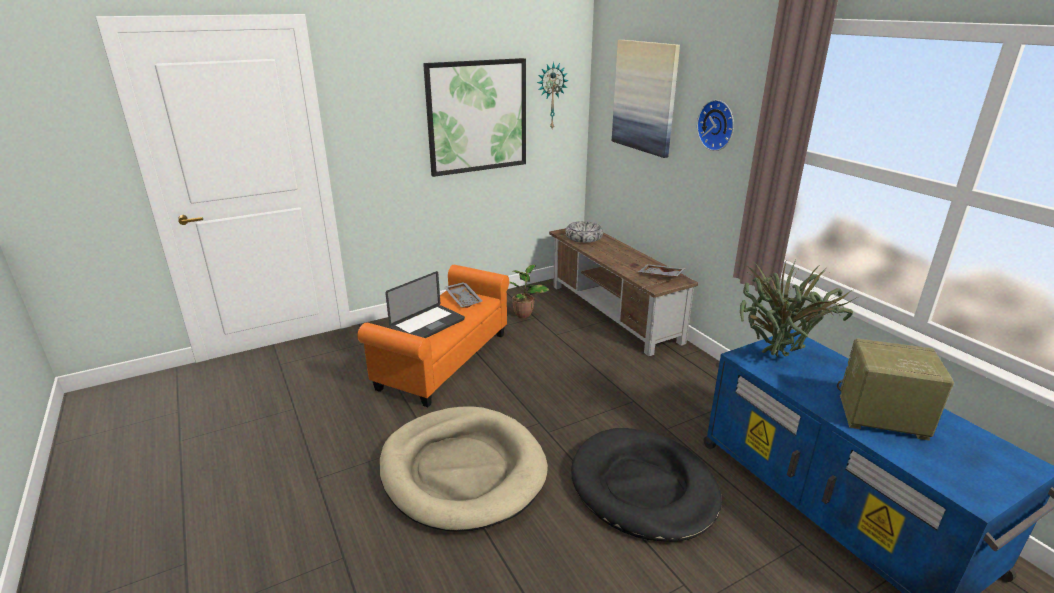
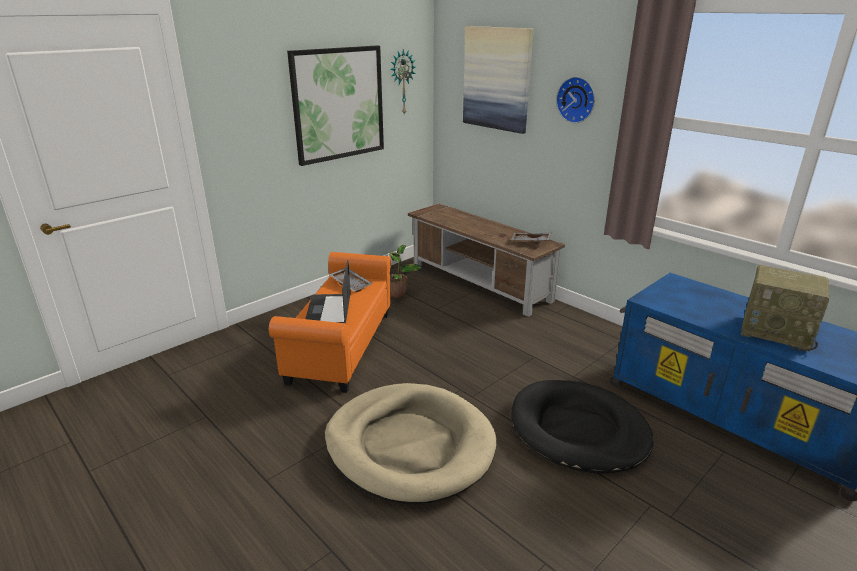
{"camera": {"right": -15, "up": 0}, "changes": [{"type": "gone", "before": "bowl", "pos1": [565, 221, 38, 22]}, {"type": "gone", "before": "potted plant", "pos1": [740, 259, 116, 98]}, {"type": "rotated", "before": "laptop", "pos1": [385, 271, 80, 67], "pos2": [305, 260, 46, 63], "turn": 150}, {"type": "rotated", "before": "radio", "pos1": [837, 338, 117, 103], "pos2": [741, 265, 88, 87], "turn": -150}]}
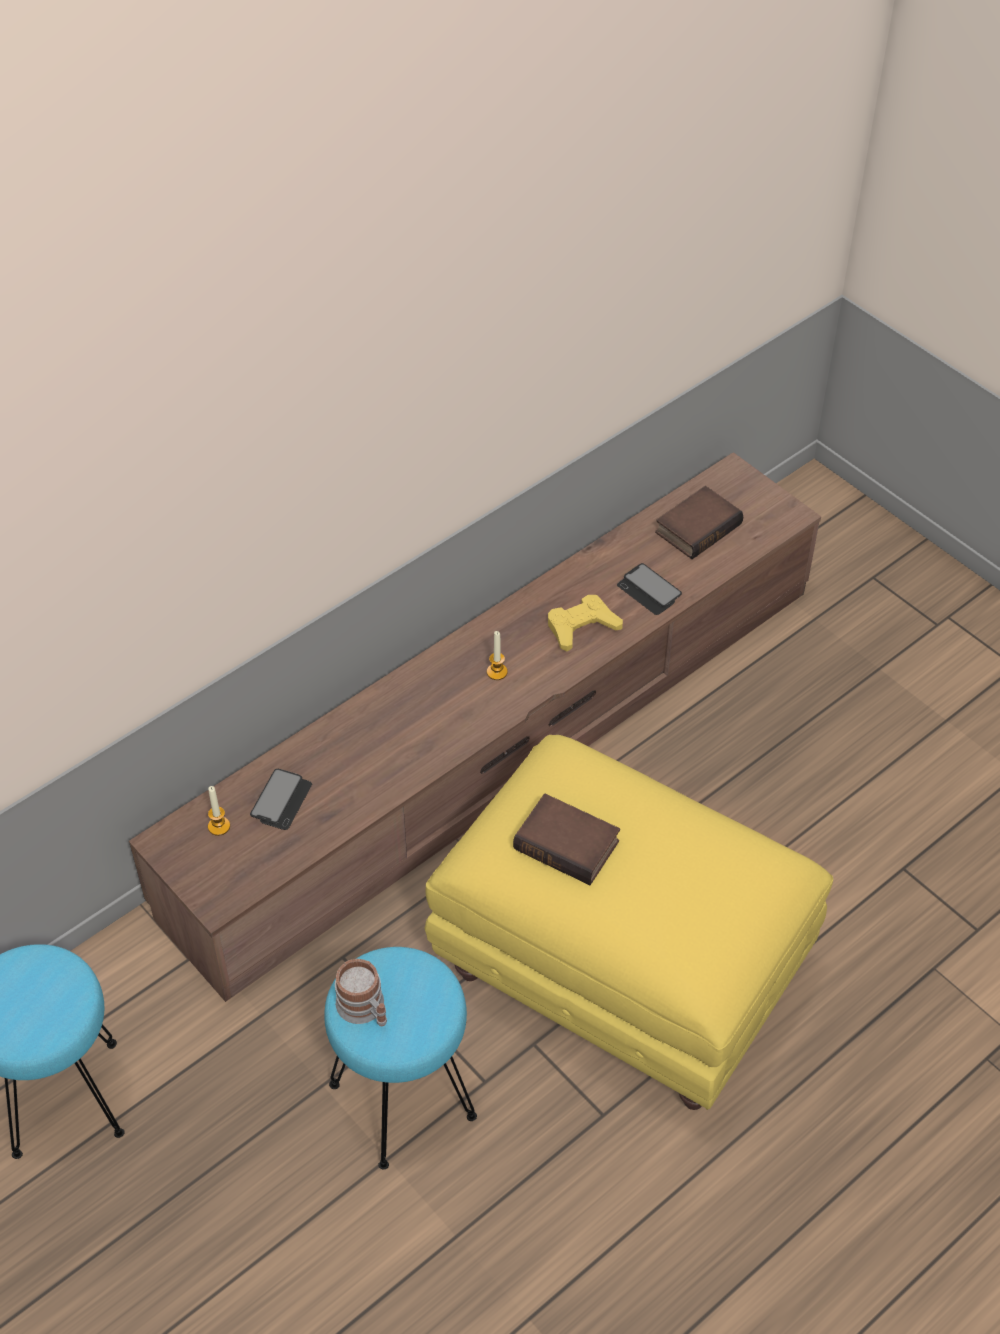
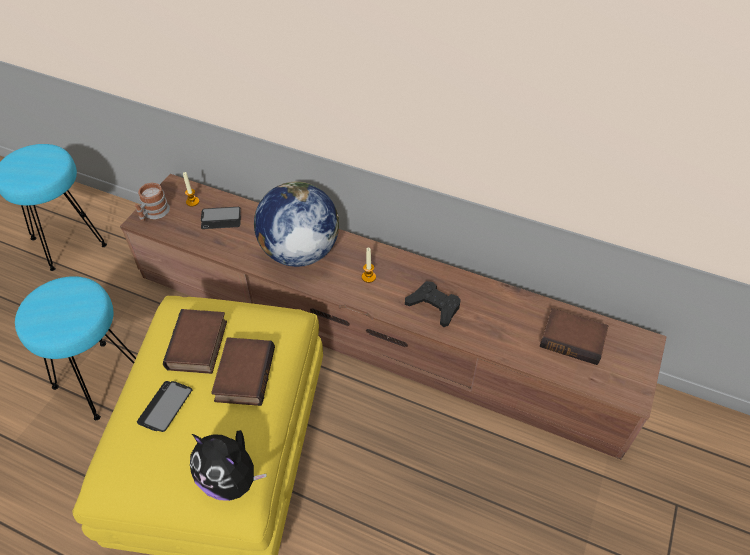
{"camera": {"right": 65, "up": 0}, "changes": [{"type": "shifted", "before": "phone", "pos1": [617, 563, 65, 52], "pos2": [137, 381, 55, 51]}, {"type": "repainted", "before": "game controller (yellow)", "after": "game controller (black)", "pos1": [548, 595, 75, 56], "pos2": [405, 281, 56, 46]}, {"type": "shifted", "before": "mug", "pos1": [335, 959, 52, 67], "pos2": [135, 183, 35, 38]}, {"type": "new", "after": "globe", "pos2": [254, 182, 85, 85]}, {"type": "new", "after": "book", "pos2": [211, 337, 64, 69]}, {"type": "new", "after": "plush toy", "pos2": [190, 430, 76, 71]}]}
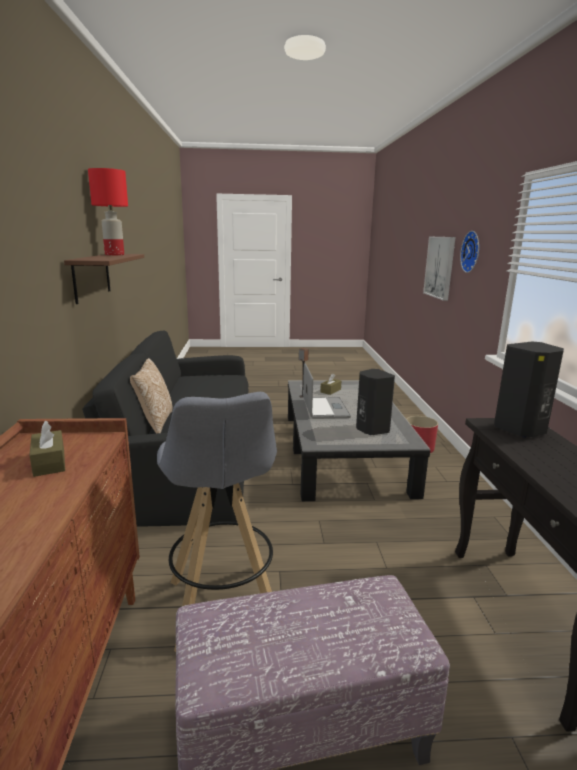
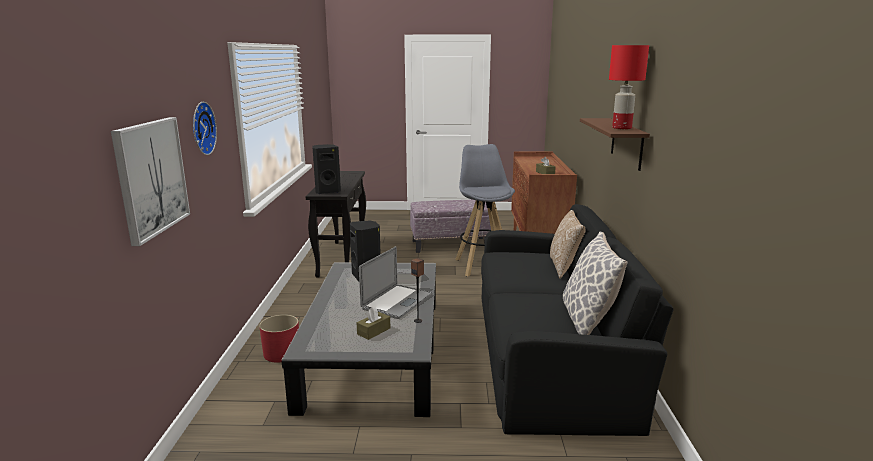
{"camera": {"right": -175, "up": 0}, "changes": [{"type": "rotated", "before": "laptop", "pos1": [303, 363, 48, 56], "pos2": [359, 246, 73, 73], "turn": -150}, {"type": "new", "after": "pillow", "pos2": [563, 232, 65, 103]}]}
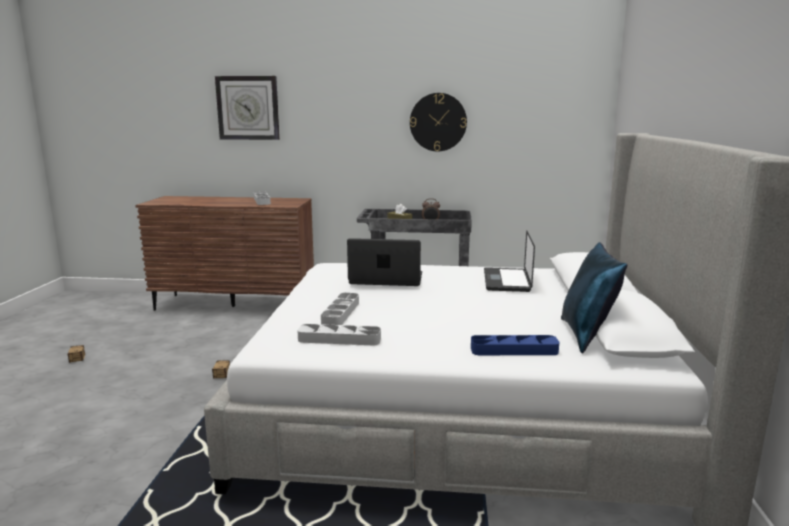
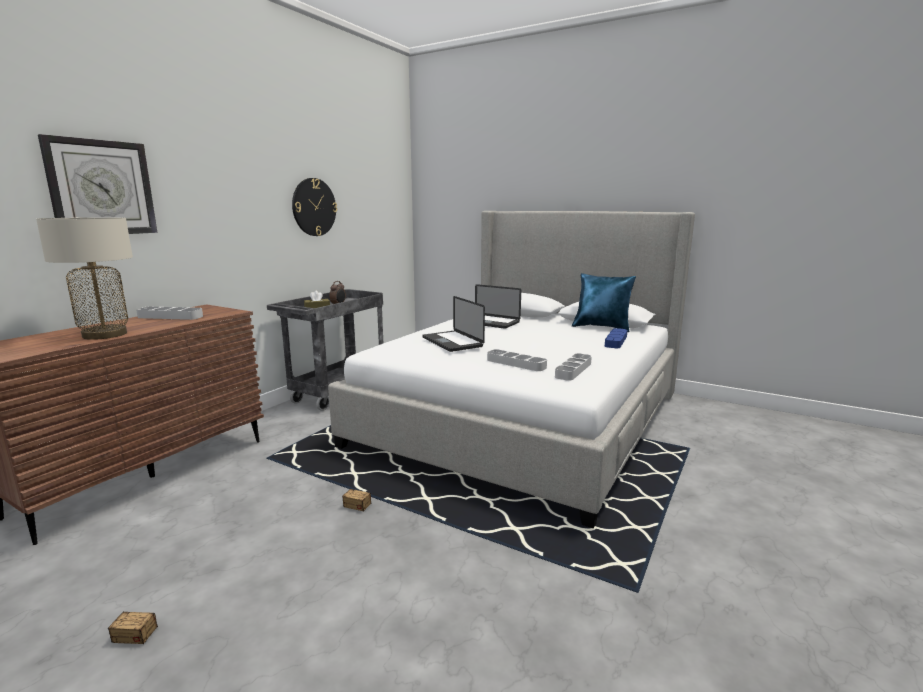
{"camera": {"right": -65, "up": 0}, "changes": [{"type": "rotated", "before": "laptop", "pos1": [347, 238, 75, 48], "pos2": [422, 296, 63, 56], "turn": -60}, {"type": "new", "after": "table lamp", "pos2": [36, 217, 97, 123]}]}
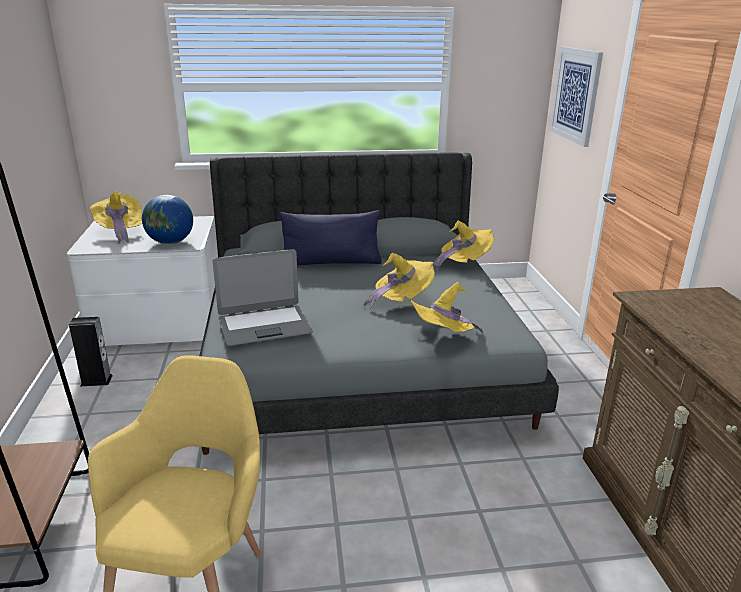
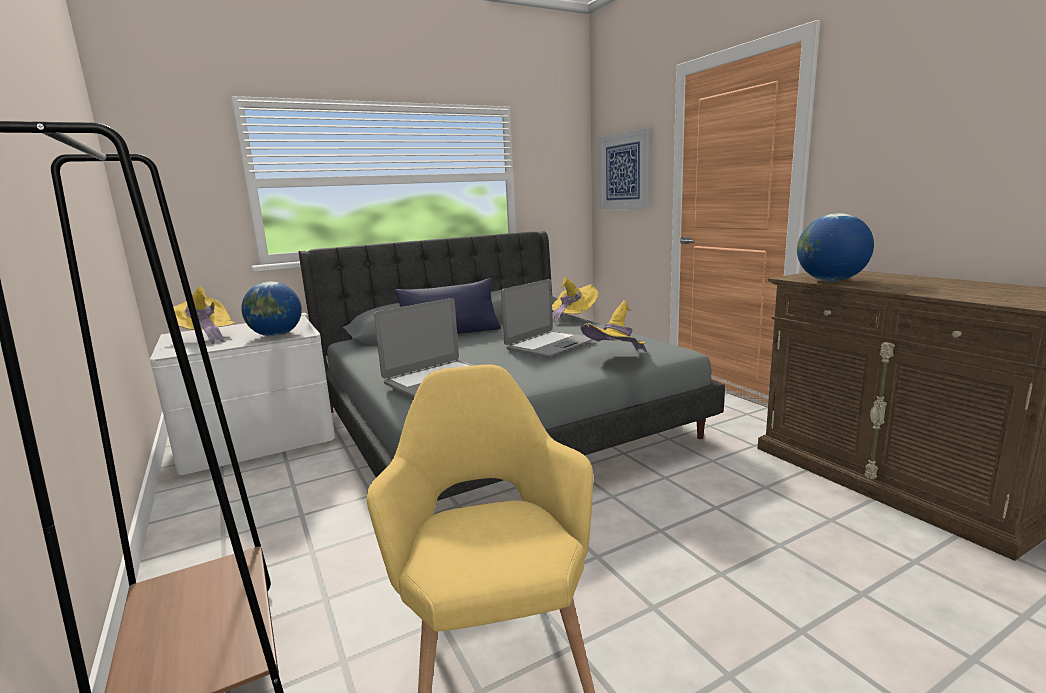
{"camera": {"right": -20, "up": -10}, "changes": [{"type": "swapped", "before": "hat (yellow)", "after": "laptop", "pos1": [364, 253, 71, 57], "pos2": [501, 279, 92, 78]}, {"type": "gone", "before": "speaker", "pos1": [69, 317, 44, 69]}, {"type": "new", "after": "globe", "pos2": [797, 213, 77, 68]}]}
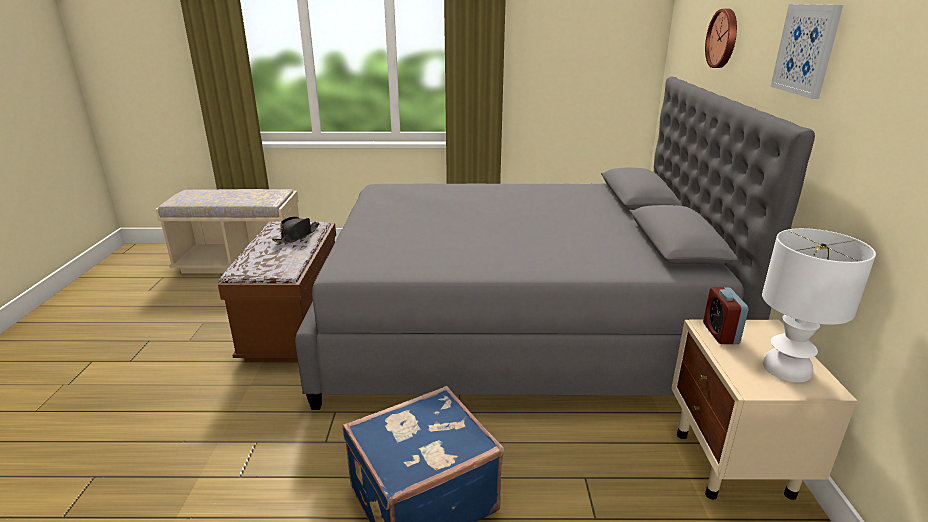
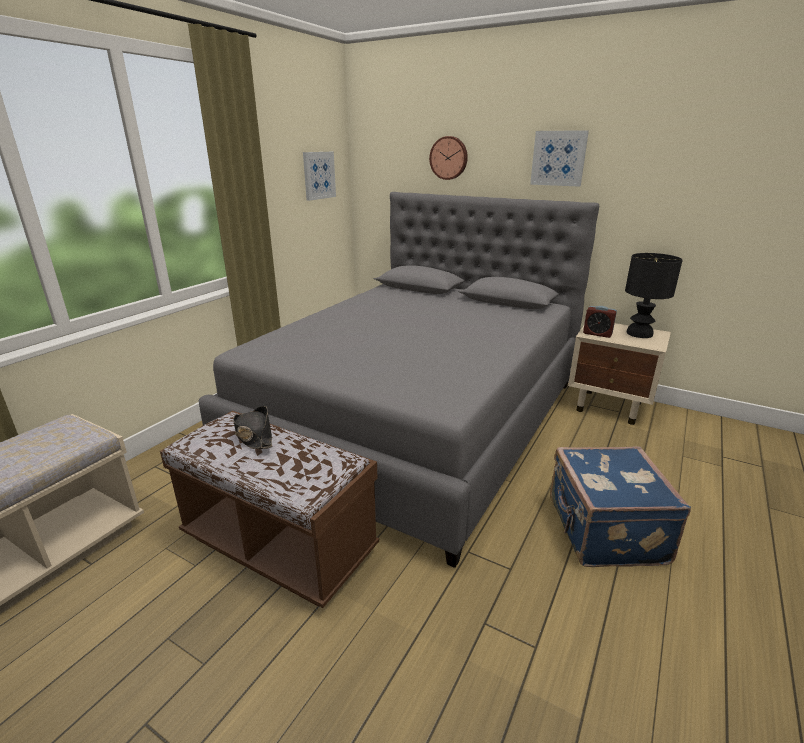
{"camera": {"right": -60, "up": 0}, "changes": [{"type": "repainted", "before": "table lamp (white)", "after": "table lamp (black)", "pos1": [762, 228, 114, 154], "pos2": [625, 253, 58, 85]}, {"type": "new", "after": "picture", "pos2": [303, 152, 33, 49]}]}
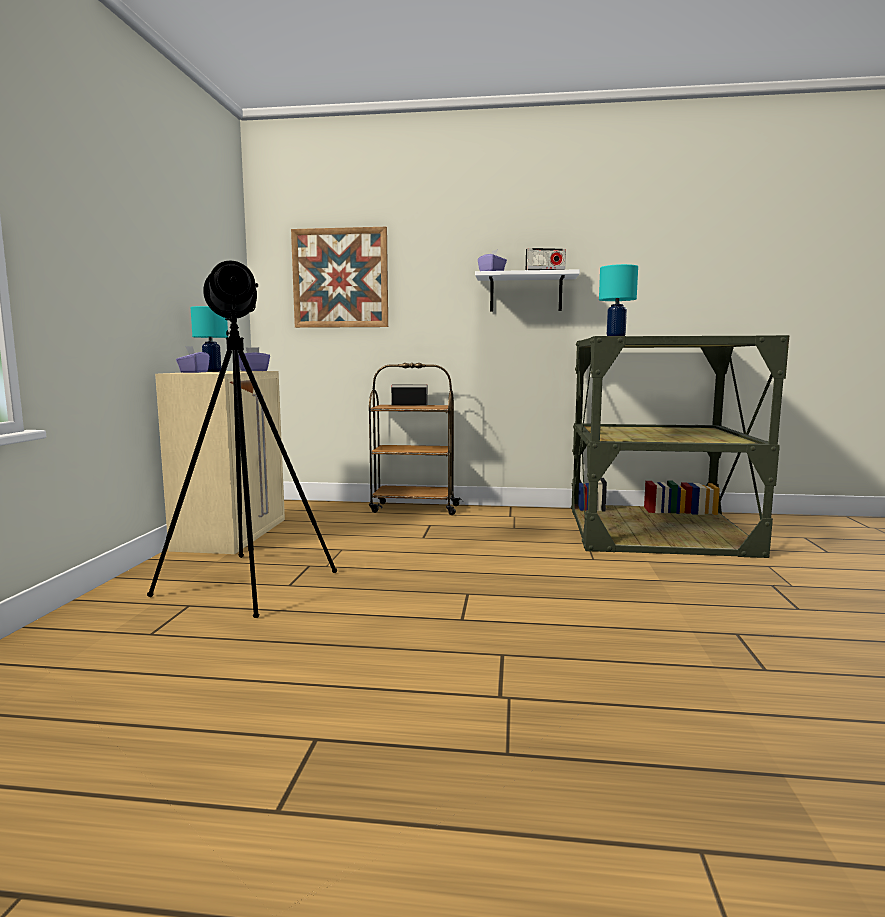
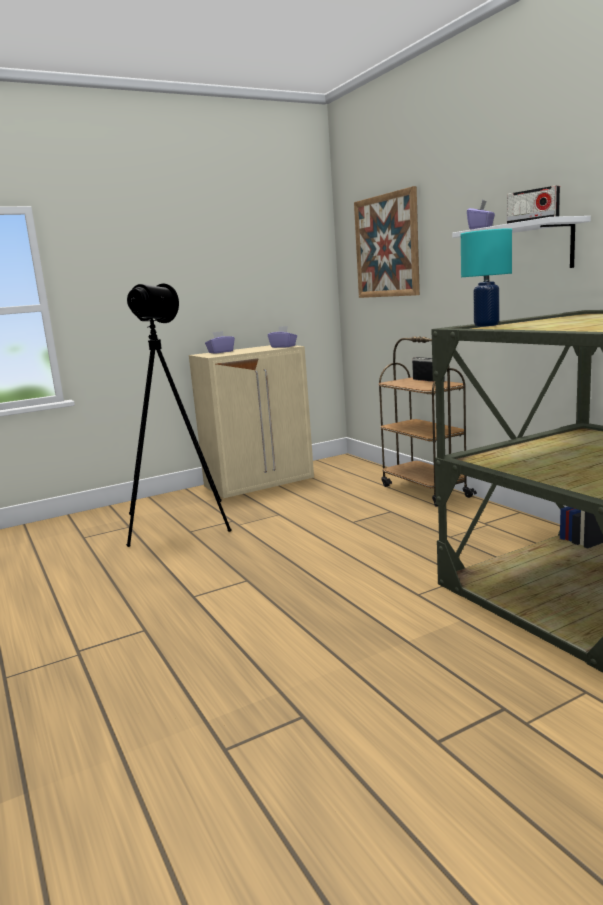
{"camera": {"right": 55, "up": 5}, "changes": [{"type": "gone", "before": "table lamp (turquoise)", "pos1": [191, 306, 37, 66]}]}
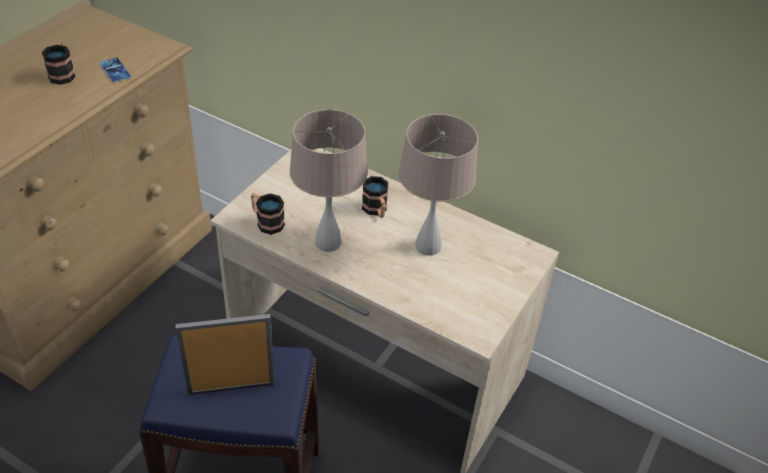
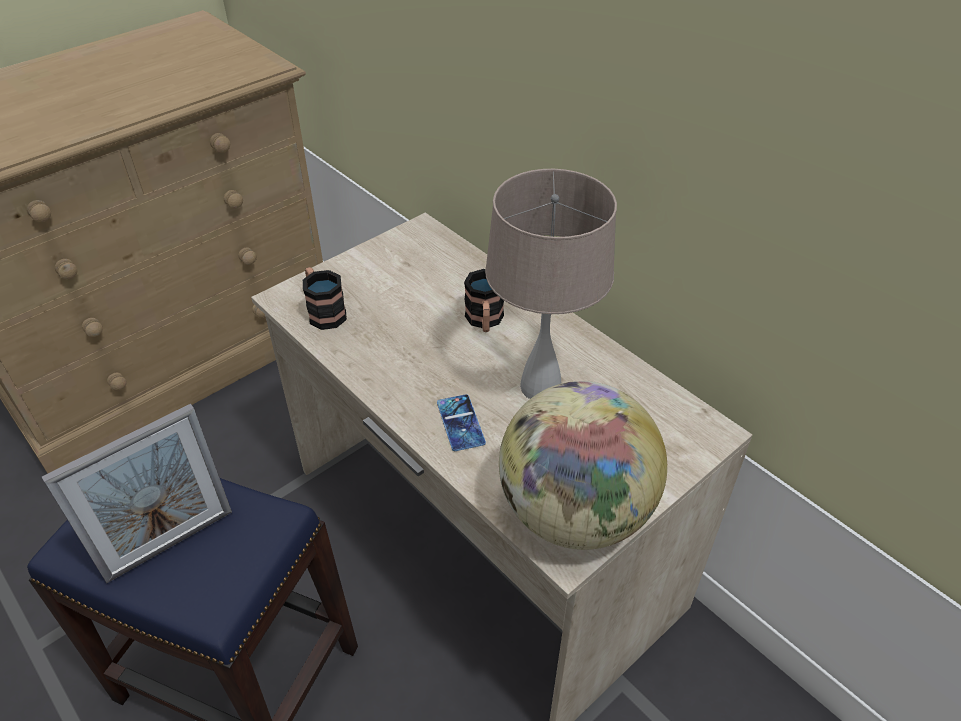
{"camera": {"right": 20, "up": 0}, "changes": [{"type": "gone", "before": "mug", "pos1": [42, 42, 34, 43]}, {"type": "shifted", "before": "phone", "pos1": [99, 57, 32, 25], "pos2": [437, 394, 49, 57]}, {"type": "gone", "before": "table lamp (beige)", "pos1": [290, 109, 78, 143]}, {"type": "rotated", "before": "picture frame", "pos1": [175, 314, 100, 81], "pos2": [42, 404, 190, 179], "turn": 135}, {"type": "new", "after": "globe", "pos2": [499, 381, 168, 169]}]}
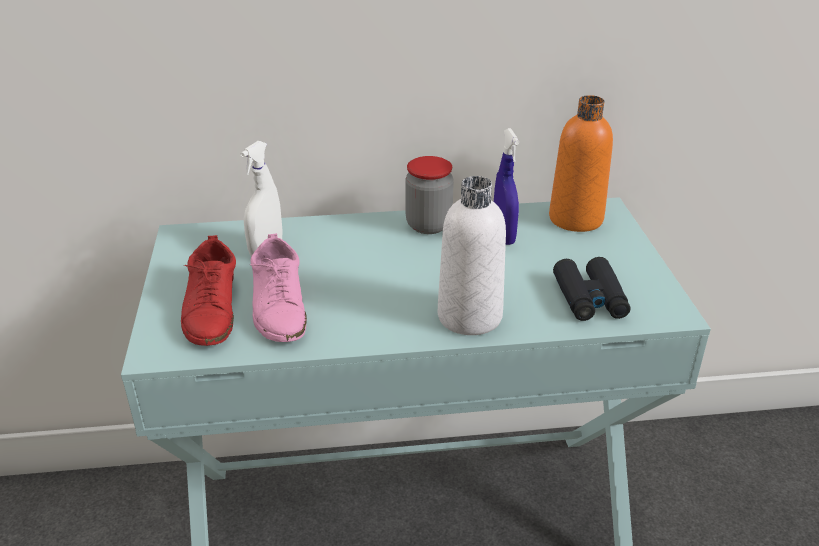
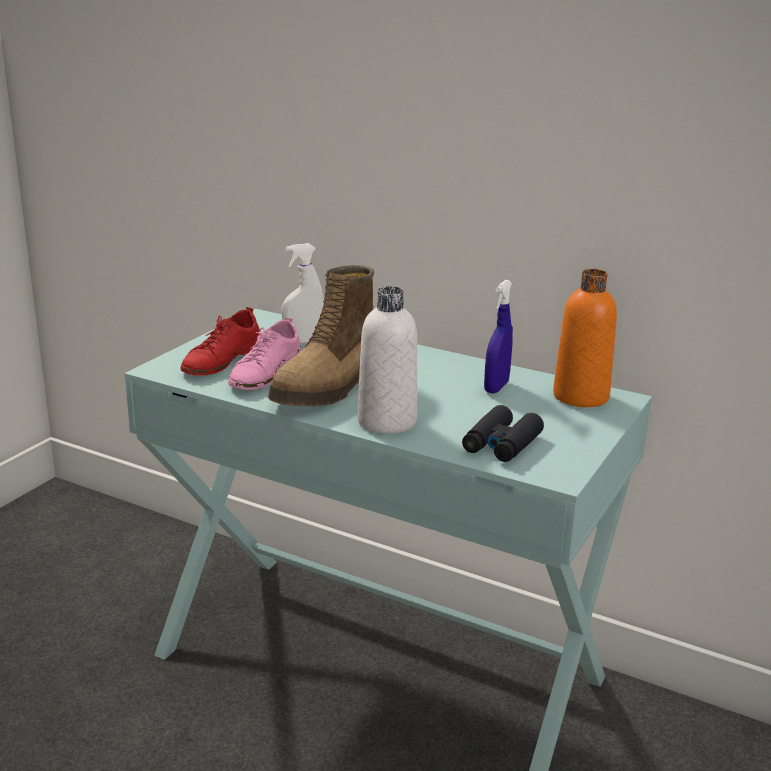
{"camera": {"right": 35, "up": -10}, "changes": [{"type": "gone", "before": "jar", "pos1": [405, 156, 49, 78]}, {"type": "new", "after": "boot", "pos2": [268, 265, 106, 141]}]}
